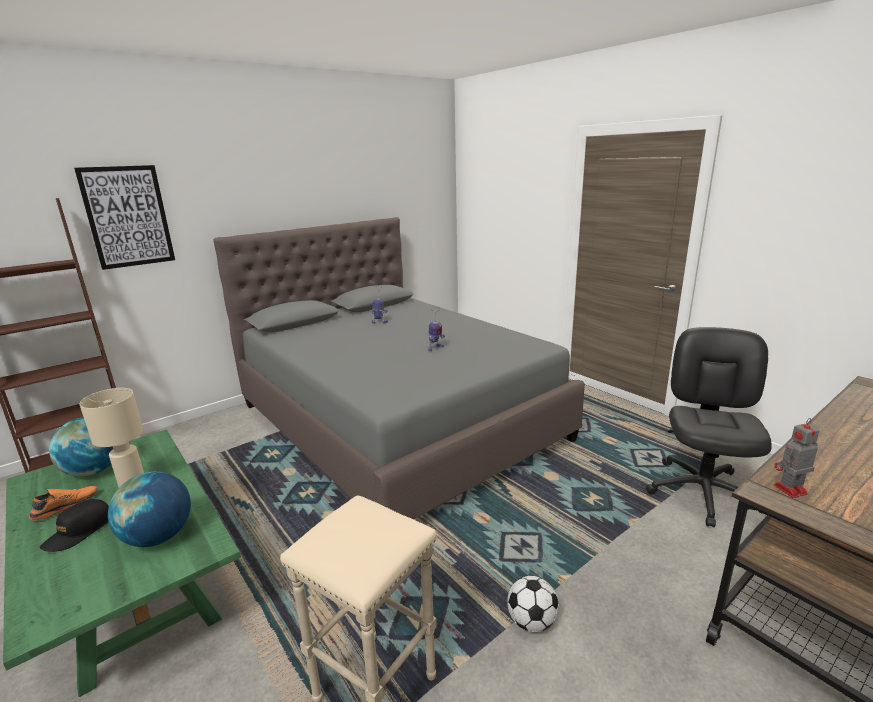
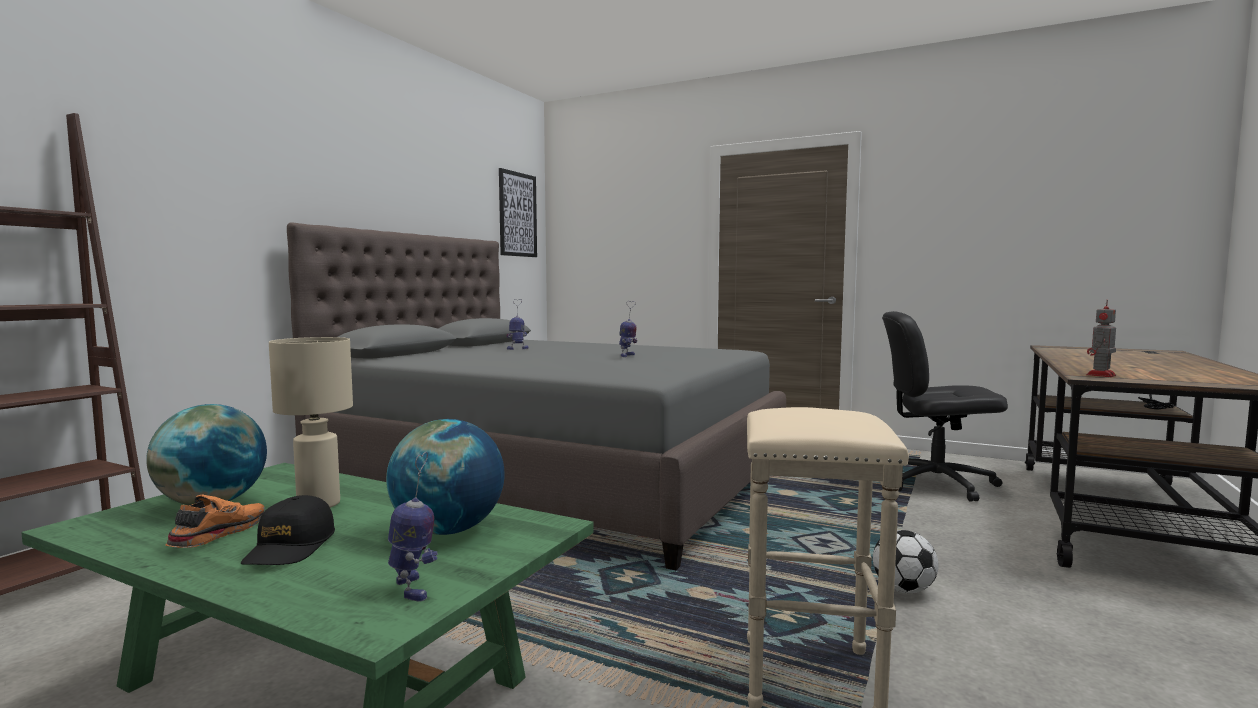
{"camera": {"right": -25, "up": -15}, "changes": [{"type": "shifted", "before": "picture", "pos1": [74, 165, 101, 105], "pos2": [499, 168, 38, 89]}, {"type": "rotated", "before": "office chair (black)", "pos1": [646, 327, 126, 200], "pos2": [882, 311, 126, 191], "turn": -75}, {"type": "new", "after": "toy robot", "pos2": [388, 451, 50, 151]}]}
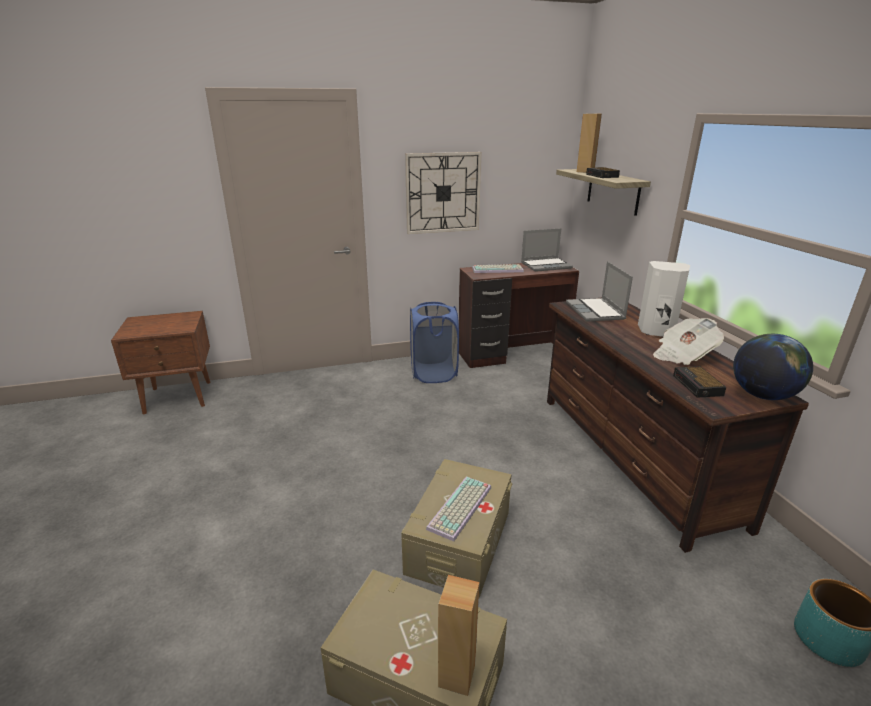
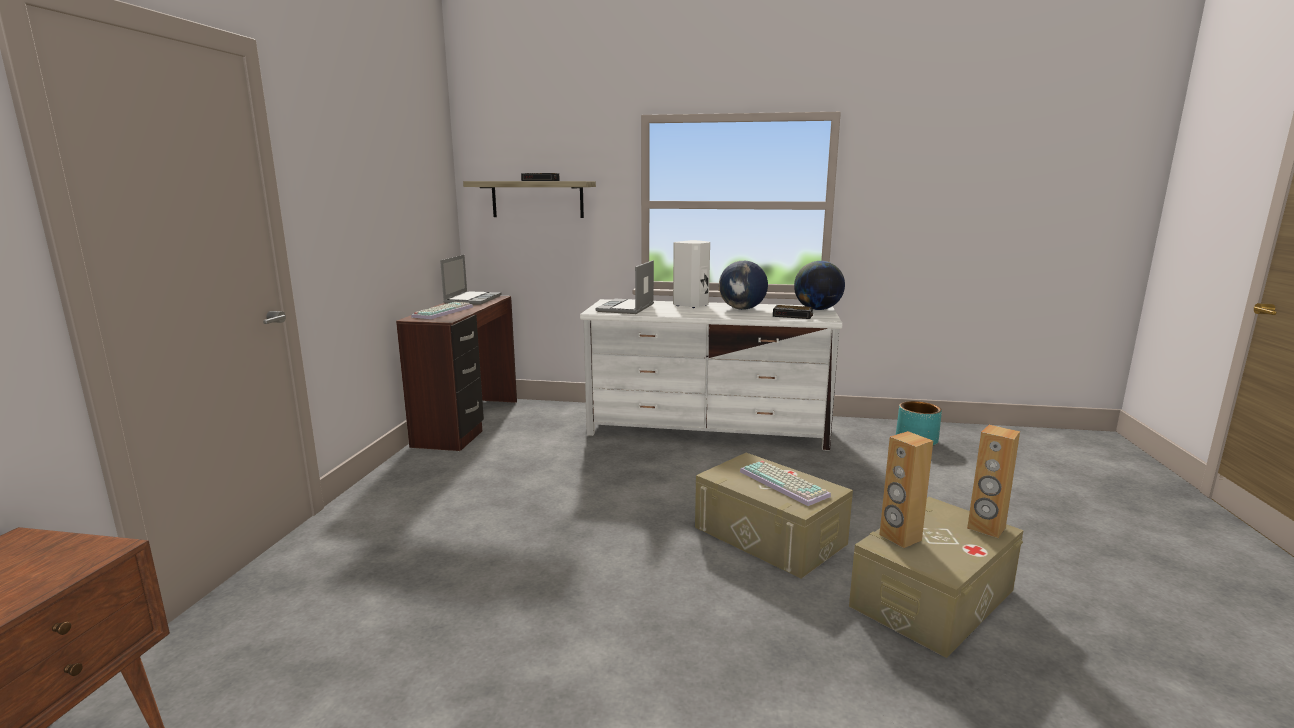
{"camera": {"right": -65, "up": -10}, "changes": [{"type": "shifted", "before": "speaker (brown)", "pos1": [577, 114, 25, 59], "pos2": [879, 431, 54, 117]}, {"type": "gone", "before": "wall clock", "pos1": [405, 152, 76, 82]}, {"type": "rotated", "before": "laptop", "pos1": [566, 261, 67, 61], "pos2": [596, 260, 58, 54], "turn": 90}, {"type": "repainted", "before": "dresser (brown)", "after": "dresser (white)", "pos1": [547, 301, 262, 252], "pos2": [580, 299, 262, 152]}, {"type": "gone", "before": "laundry basket (blue)", "pos1": [410, 302, 49, 81]}, {"type": "swapped", "before": "newspaper", "after": "globe", "pos1": [653, 318, 71, 47], "pos2": [719, 261, 49, 49]}]}
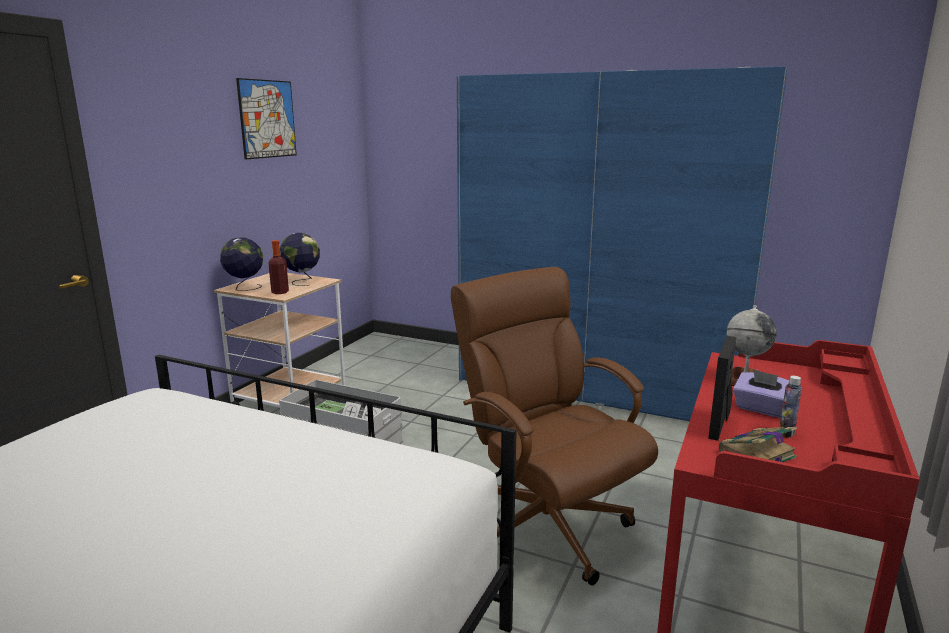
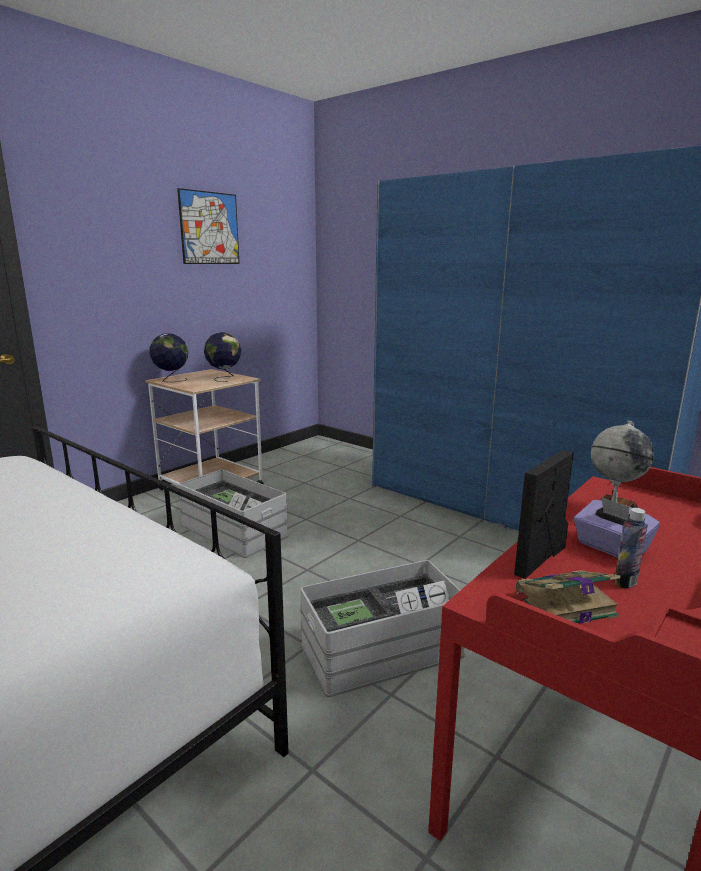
{"camera": {"right": 15, "up": 0}, "changes": [{"type": "gone", "before": "bottle", "pos1": [269, 240, 20, 54]}, {"type": "swapped", "before": "office chair (brown)", "after": "storage box (grey)", "pos1": [451, 267, 207, 319], "pos2": [300, 560, 165, 137]}]}
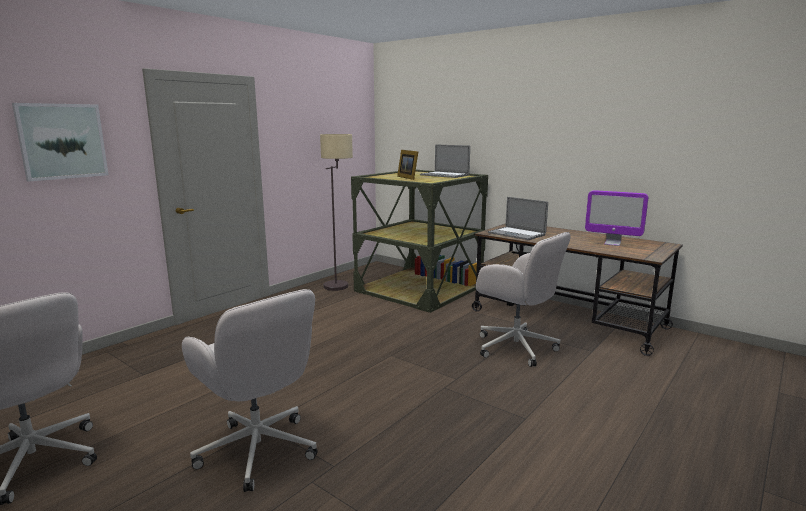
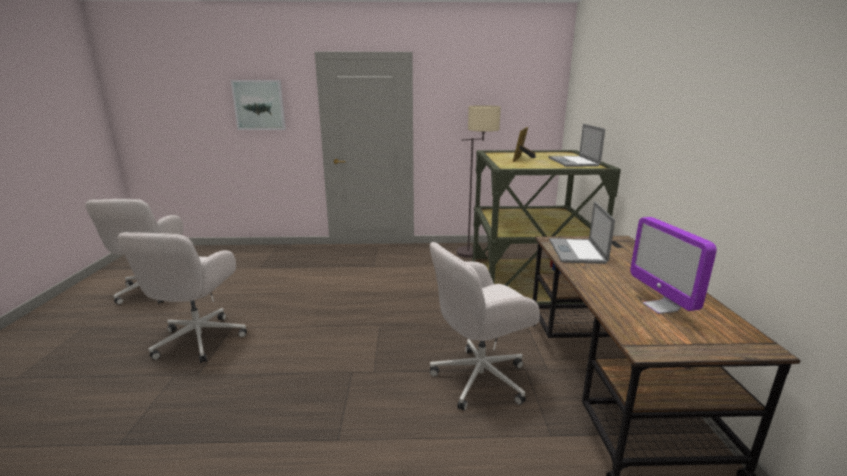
{"camera": {"right": 50, "up": 5}, "changes": [{"type": "rotated", "before": "office chair (white)", "pos1": [476, 232, 95, 135], "pos2": [430, 242, 110, 169], "turn": 60}]}
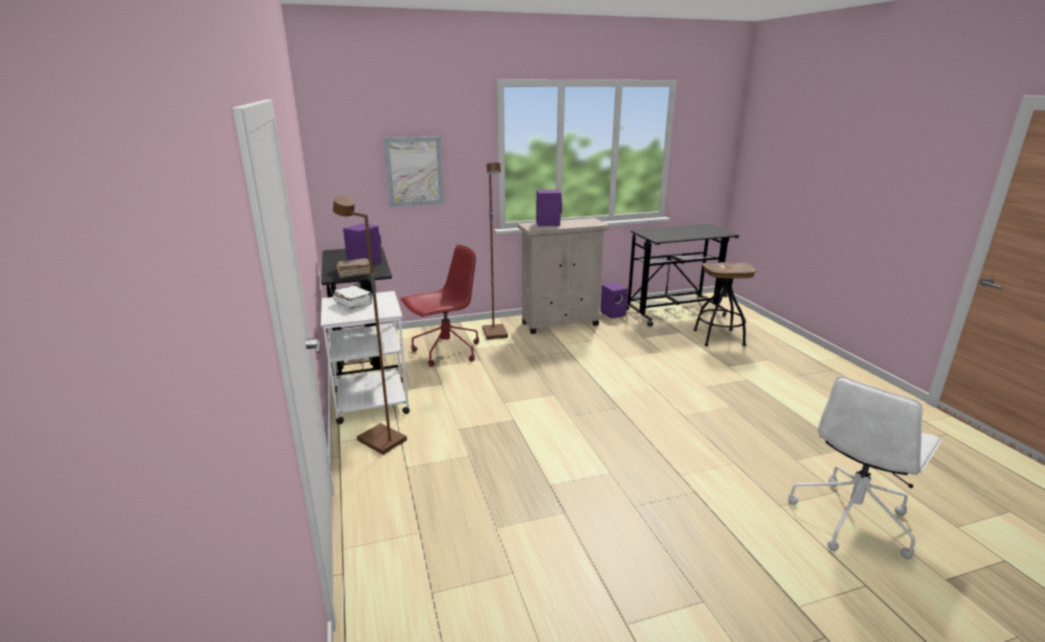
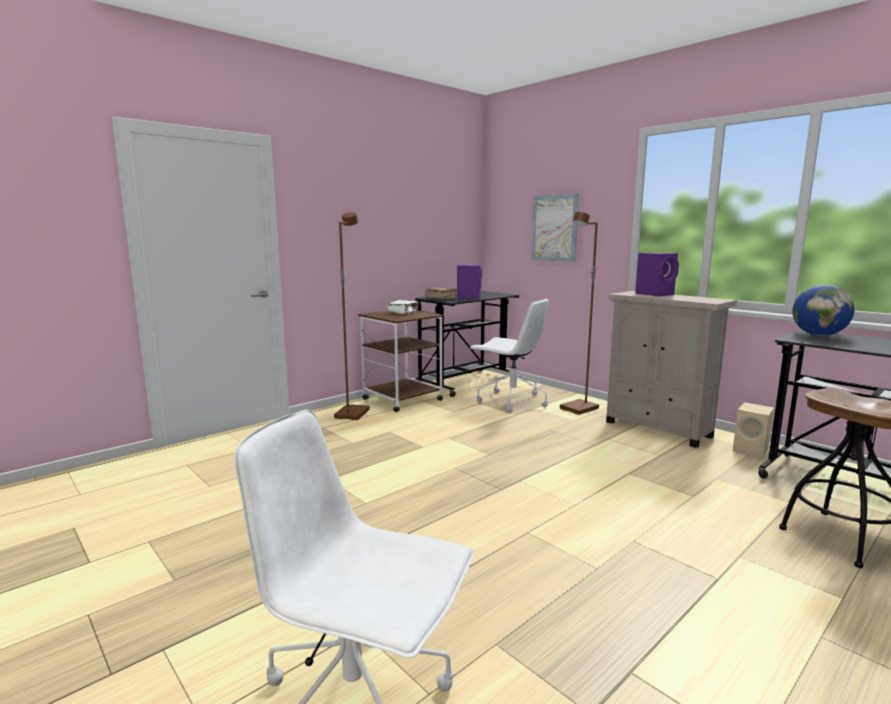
{"camera": {"right": 65, "up": -10}, "changes": [{"type": "repainted", "before": "office chair (red)", "after": "office chair (white)", "pos1": [400, 245, 79, 121], "pos2": [469, 298, 80, 115]}, {"type": "repainted", "before": "speaker (purple)", "after": "speaker (beige)", "pos1": [600, 283, 28, 35], "pos2": [733, 402, 41, 56]}, {"type": "repainted", "before": "cart (white)", "after": "cart (brown)", "pos1": [321, 291, 89, 133], "pos2": [358, 311, 86, 101]}, {"type": "new", "after": "globe", "pos2": [792, 285, 63, 51]}]}
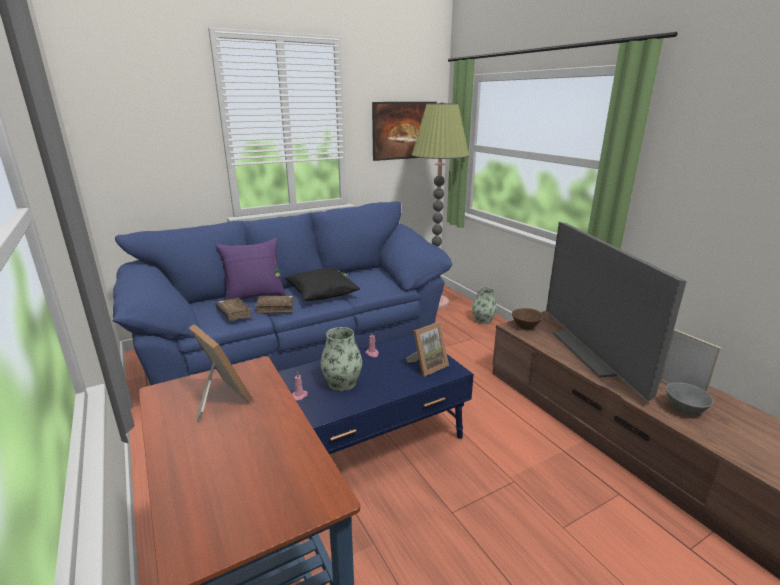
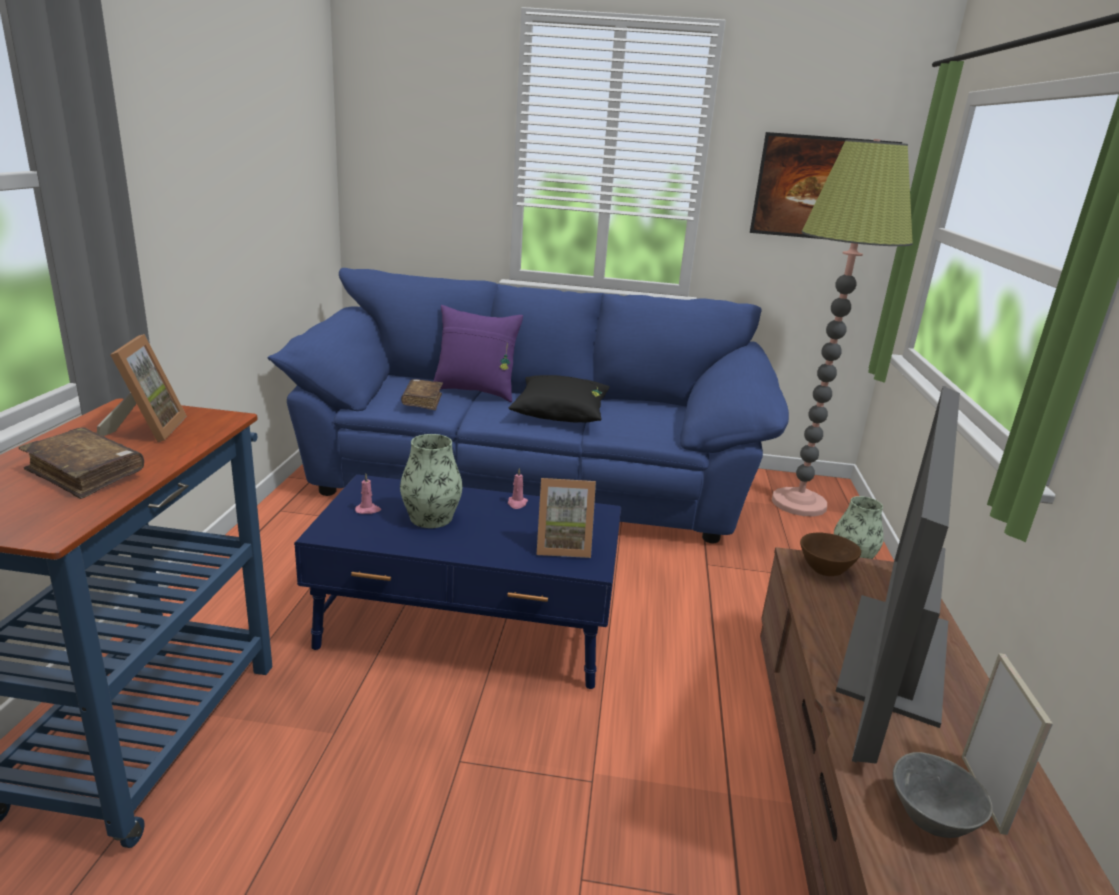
{"camera": {"right": 35, "up": 0}, "changes": [{"type": "shifted", "before": "book (brown)", "pos1": [255, 295, 39, 19], "pos2": [18, 428, 126, 71]}]}
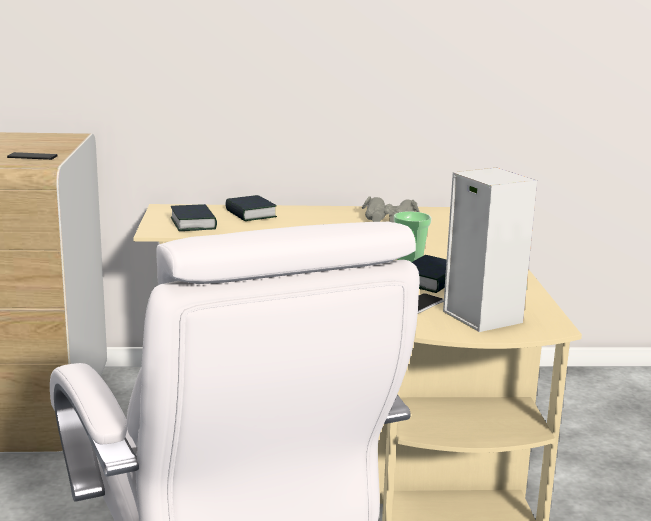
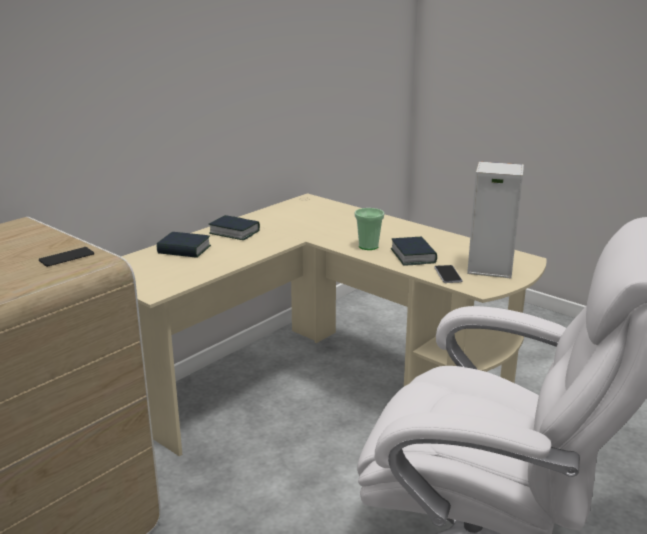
{"camera": {"right": -45, "up": 5}, "changes": [{"type": "gone", "before": "binoculars (grey)", "pos1": [362, 196, 57, 27]}, {"type": "shifted", "before": "book", "pos1": [171, 204, 46, 27], "pos2": [209, 215, 51, 25]}]}
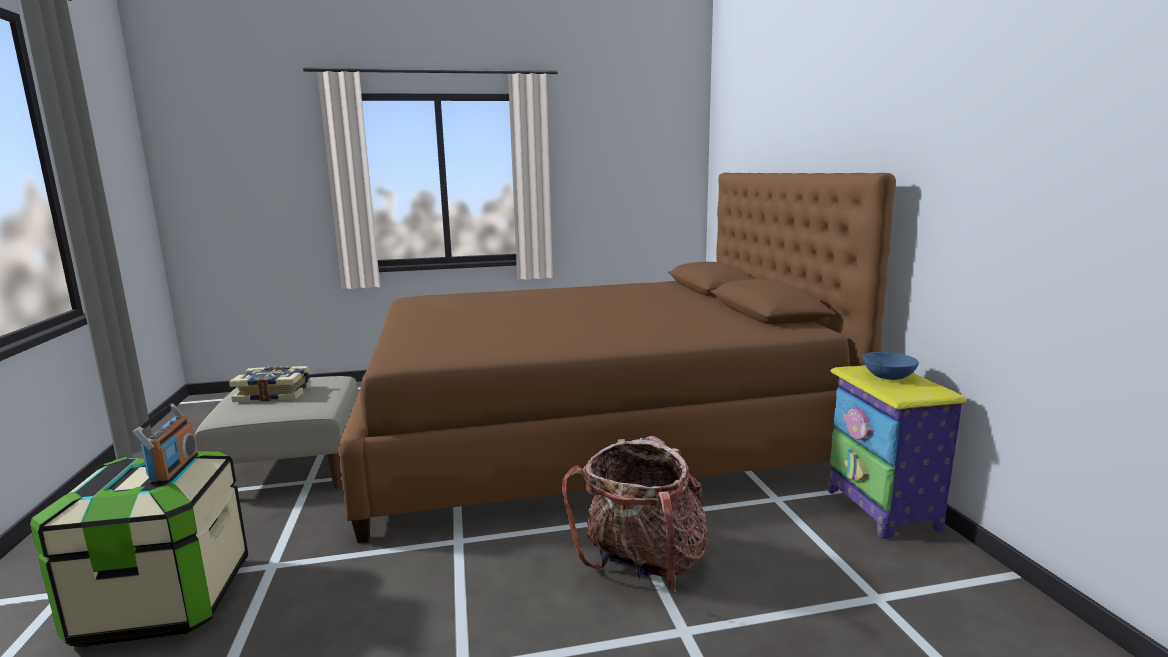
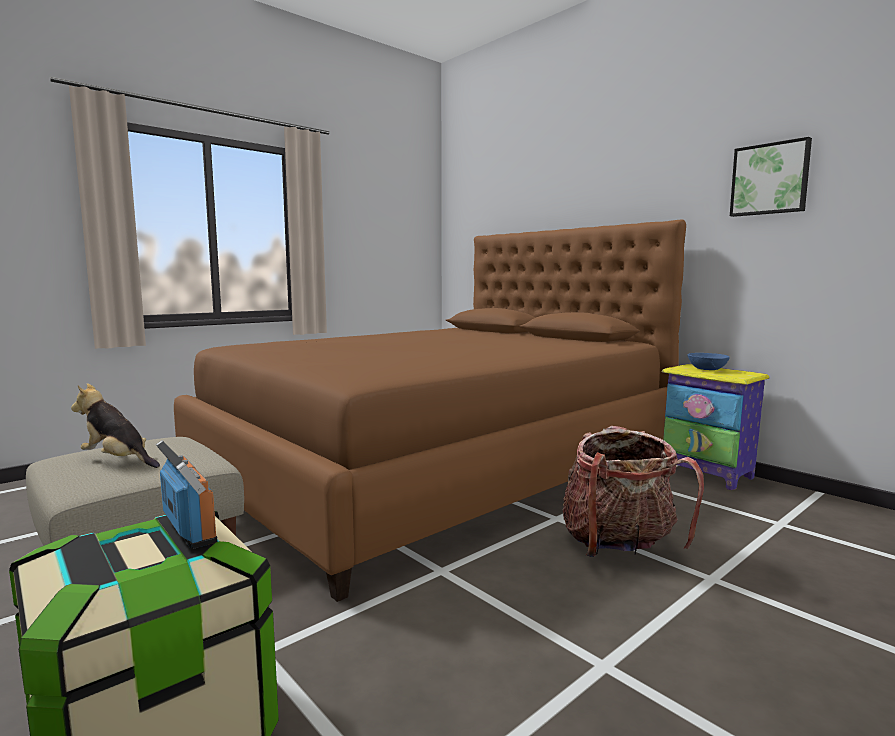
{"camera": {"right": -30, "up": -5}, "changes": [{"type": "swapped", "before": "book", "after": "plush toy", "pos1": [229, 366, 82, 36], "pos2": [71, 383, 89, 85]}, {"type": "new", "after": "picture", "pos2": [730, 137, 82, 80]}]}
